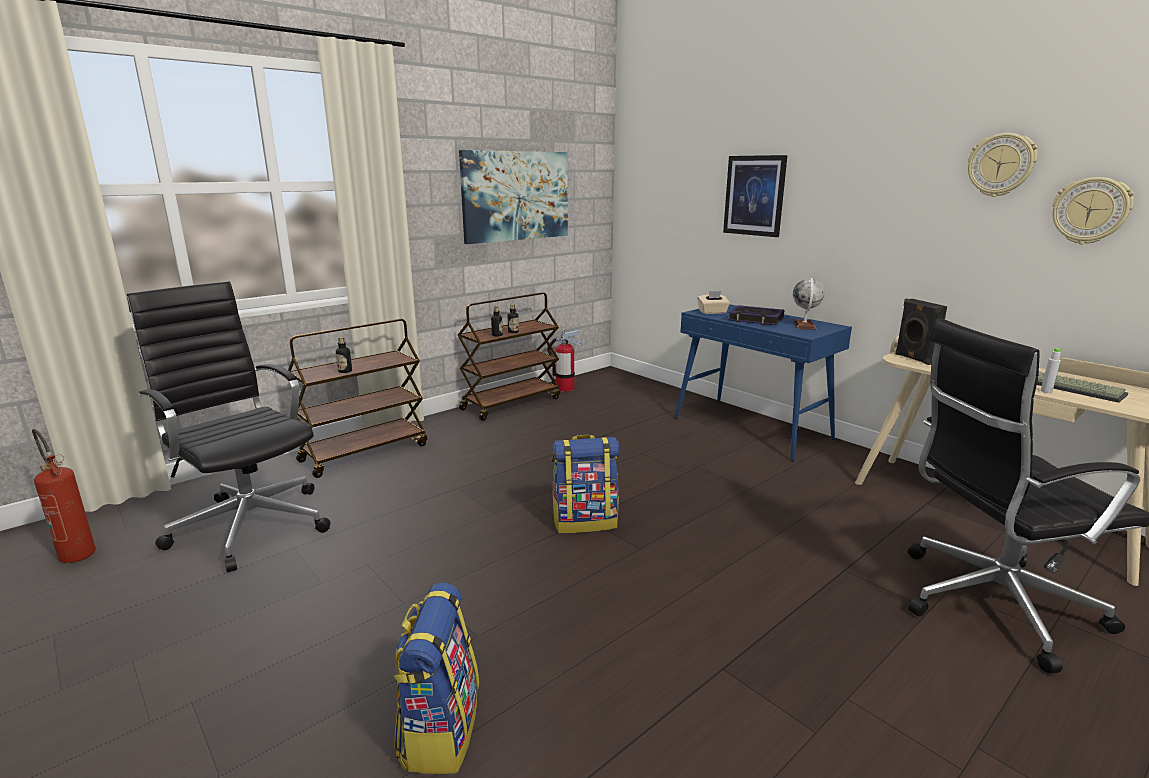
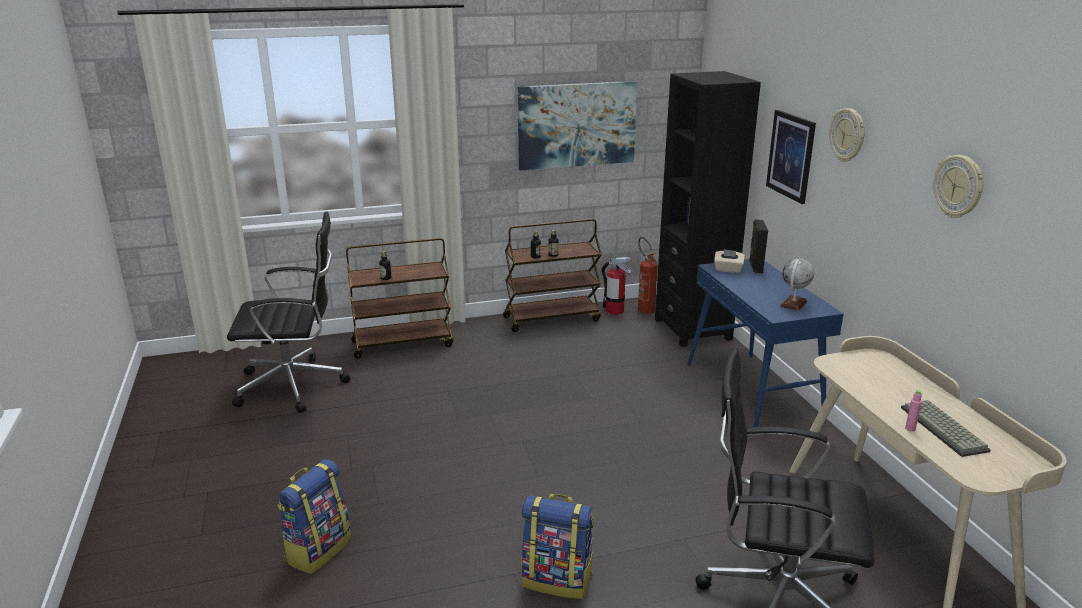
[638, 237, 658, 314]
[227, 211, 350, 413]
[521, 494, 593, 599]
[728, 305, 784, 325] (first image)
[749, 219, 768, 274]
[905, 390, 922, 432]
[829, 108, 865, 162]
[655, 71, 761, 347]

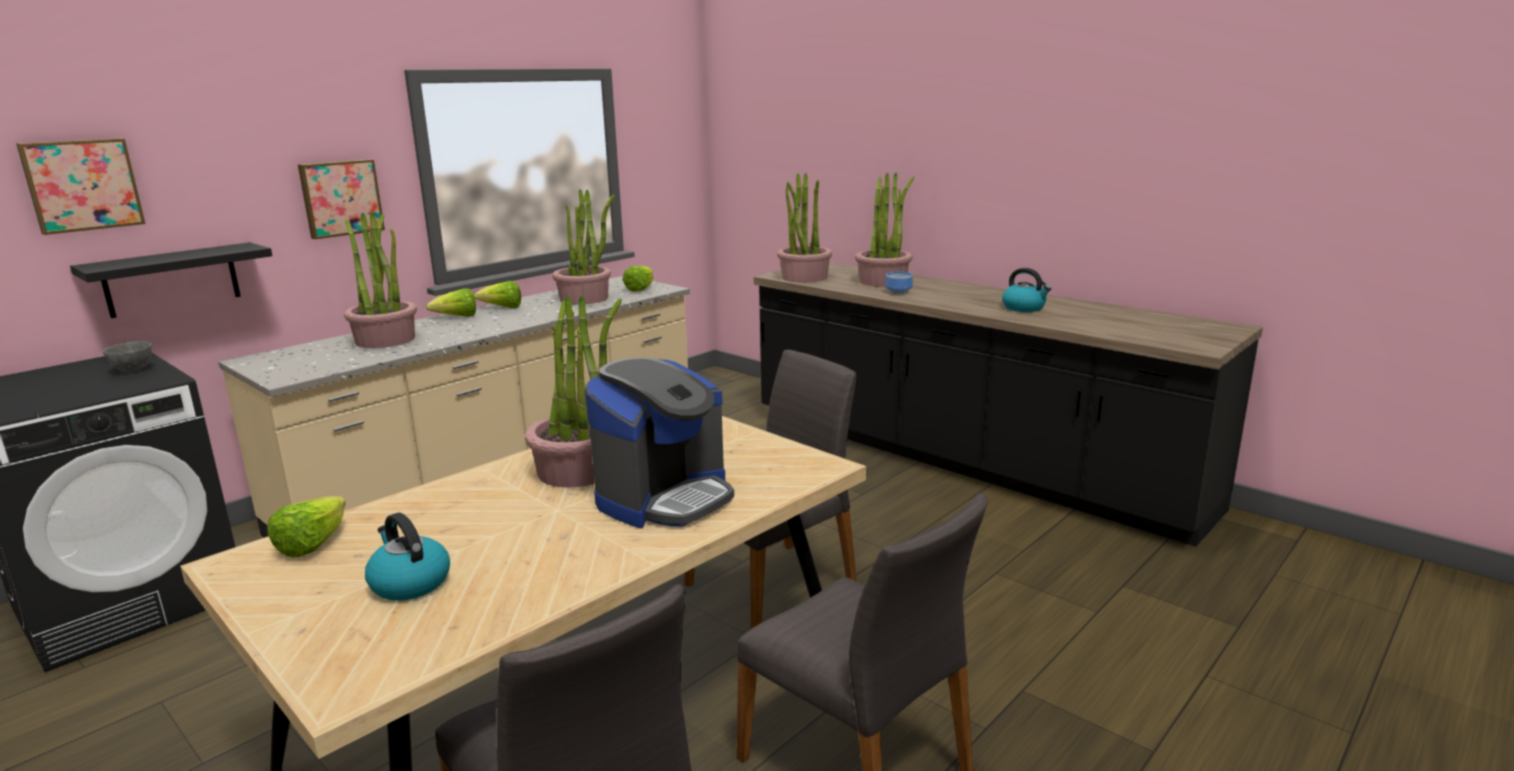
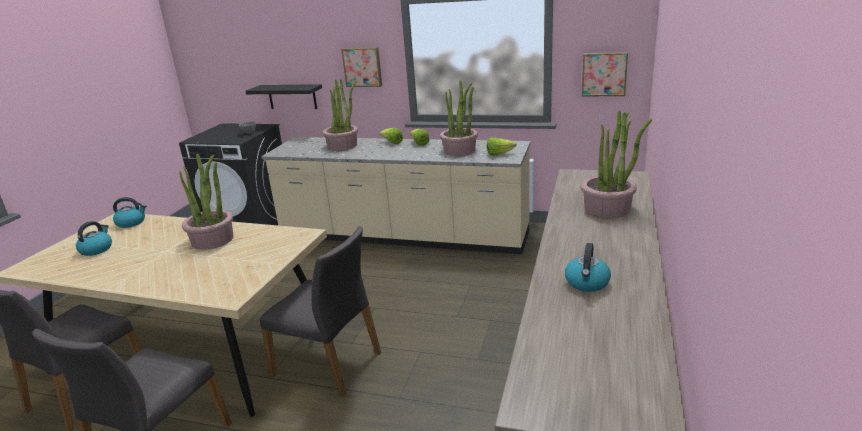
[582, 52, 628, 96]
[113, 197, 146, 228]
[585, 357, 734, 528] (first image)
[777, 173, 832, 282] (first image)
[885, 272, 912, 294] (first image)

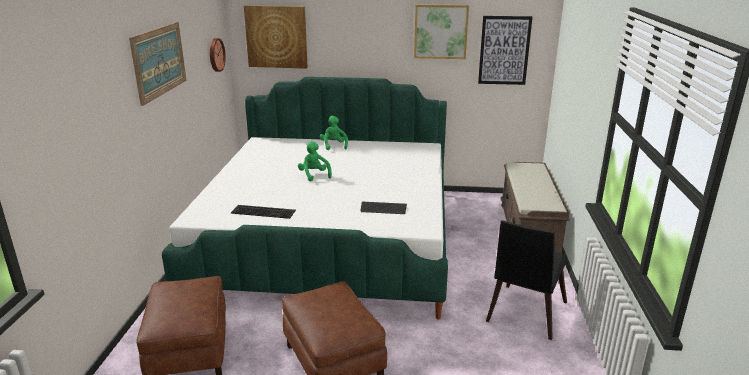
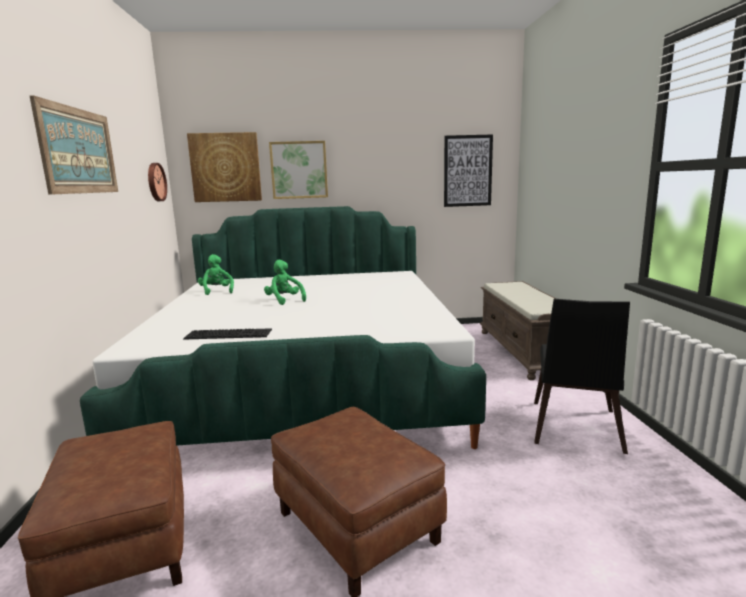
[198, 254, 234, 295]
[361, 202, 407, 214] (first image)
[269, 141, 328, 199]

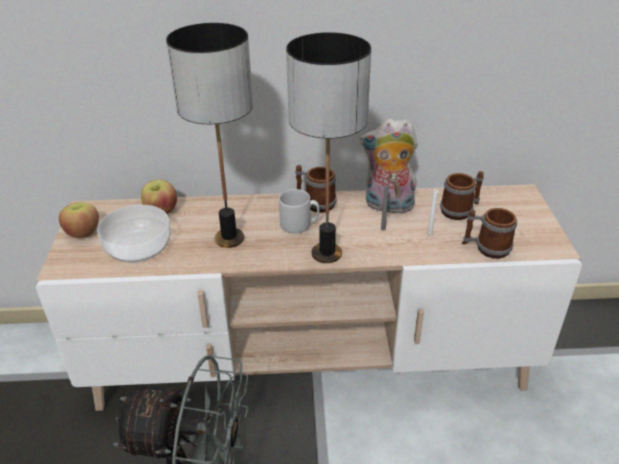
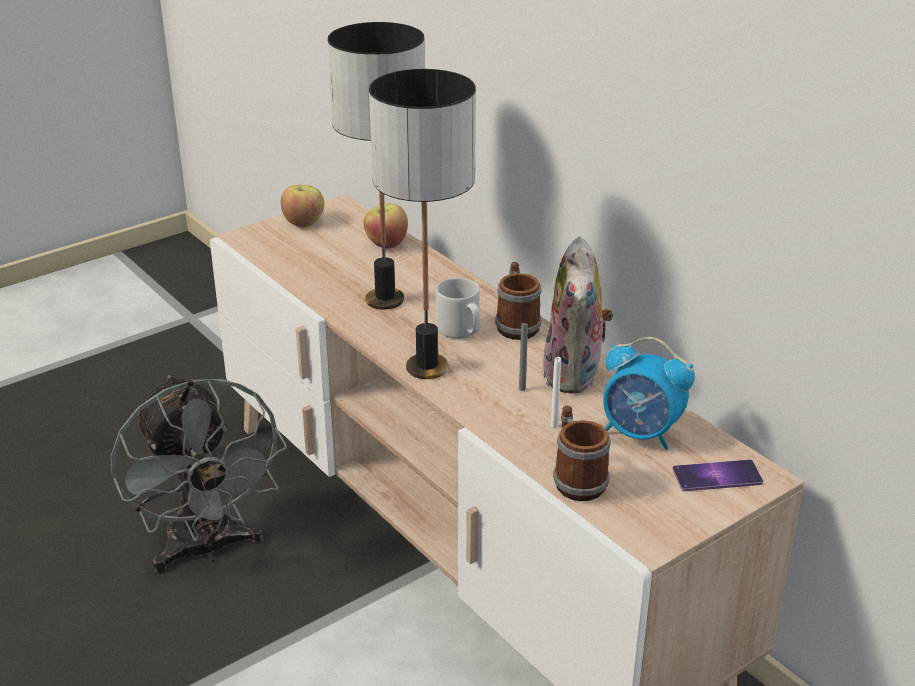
[97, 205, 171, 263] (first image)
[542, 236, 614, 394]
[603, 337, 695, 450]
[672, 459, 763, 491]

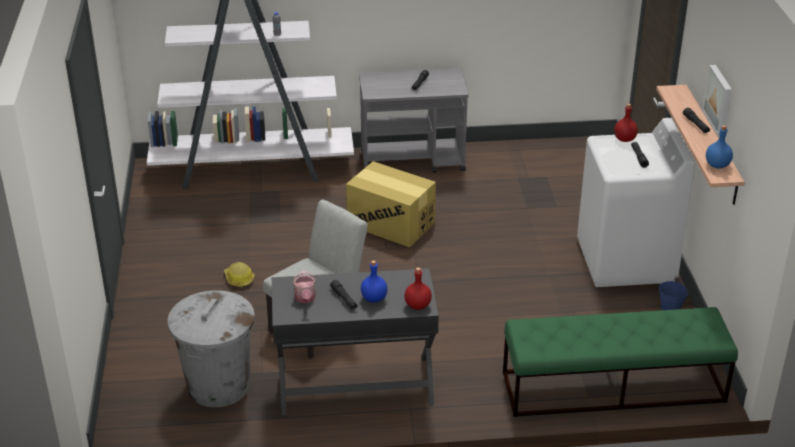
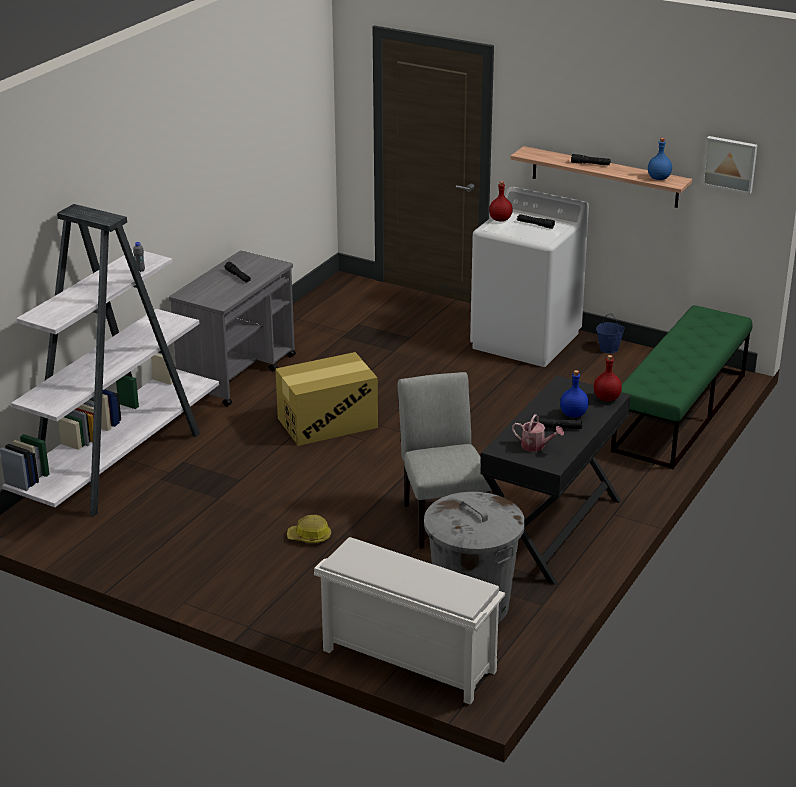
[702, 136, 757, 194]
[314, 537, 505, 705]

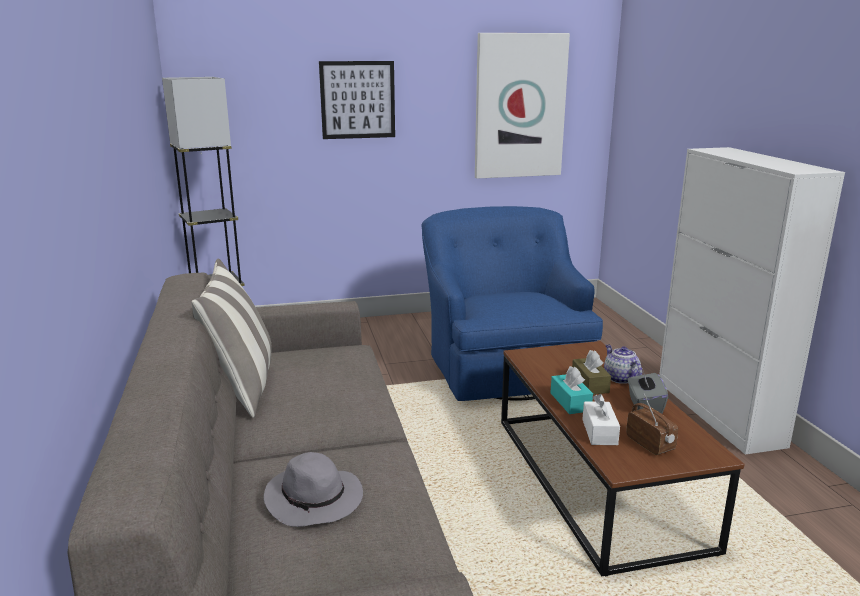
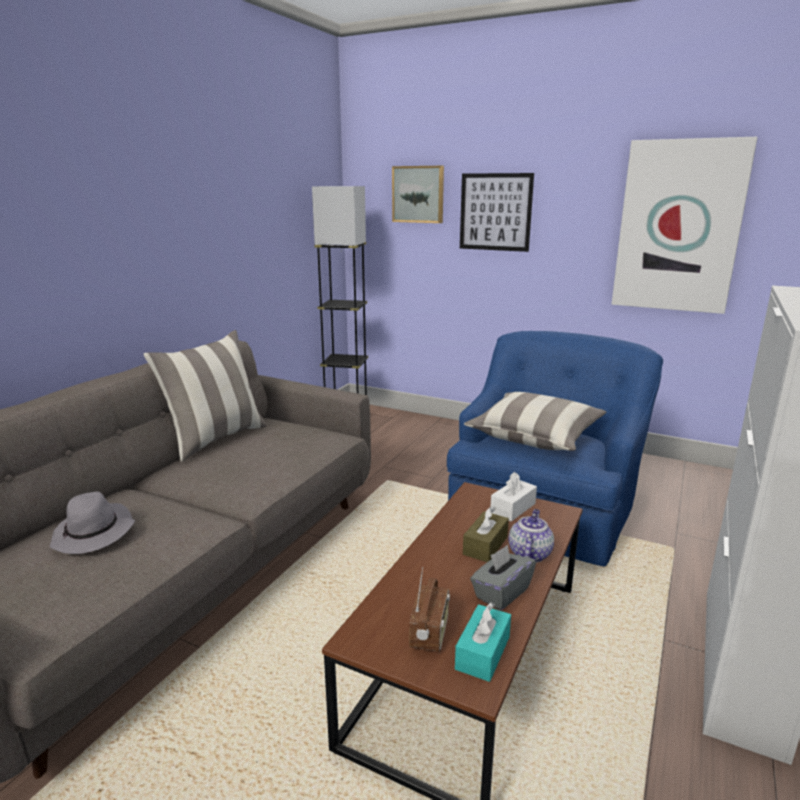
[455, 602, 511, 682]
[490, 472, 537, 521]
[392, 166, 444, 223]
[464, 392, 607, 451]

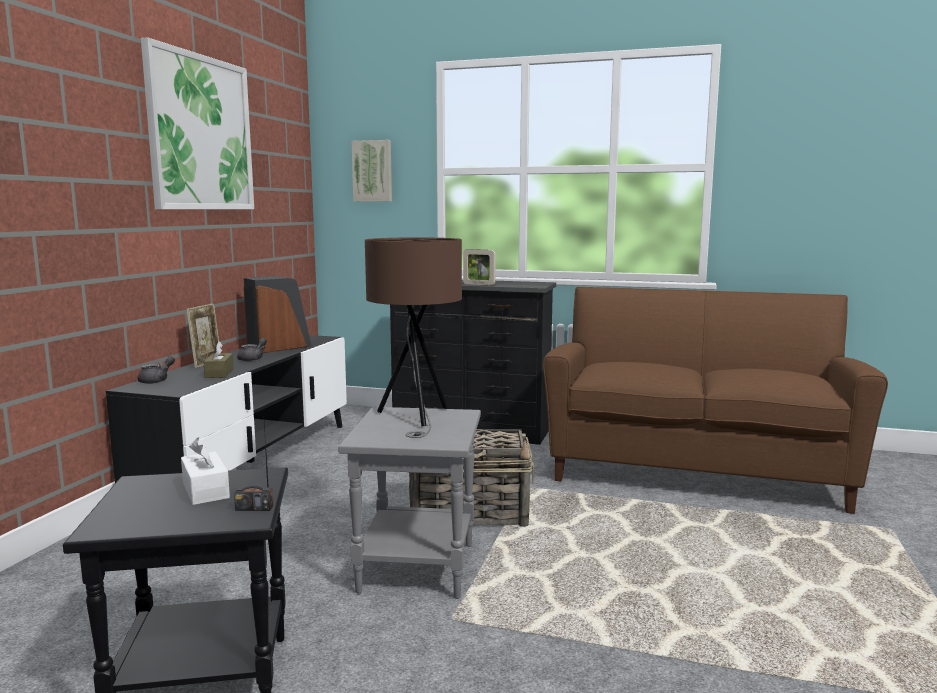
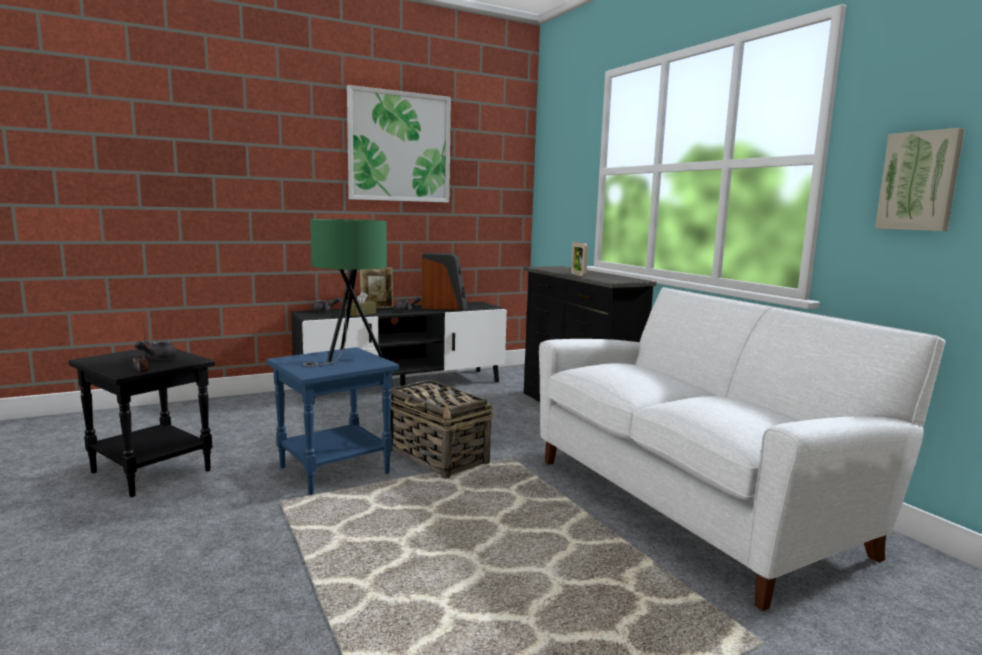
[135, 340, 177, 360]
[266, 347, 399, 495]
[875, 128, 965, 231]
[303, 219, 387, 367]
[539, 287, 946, 611]

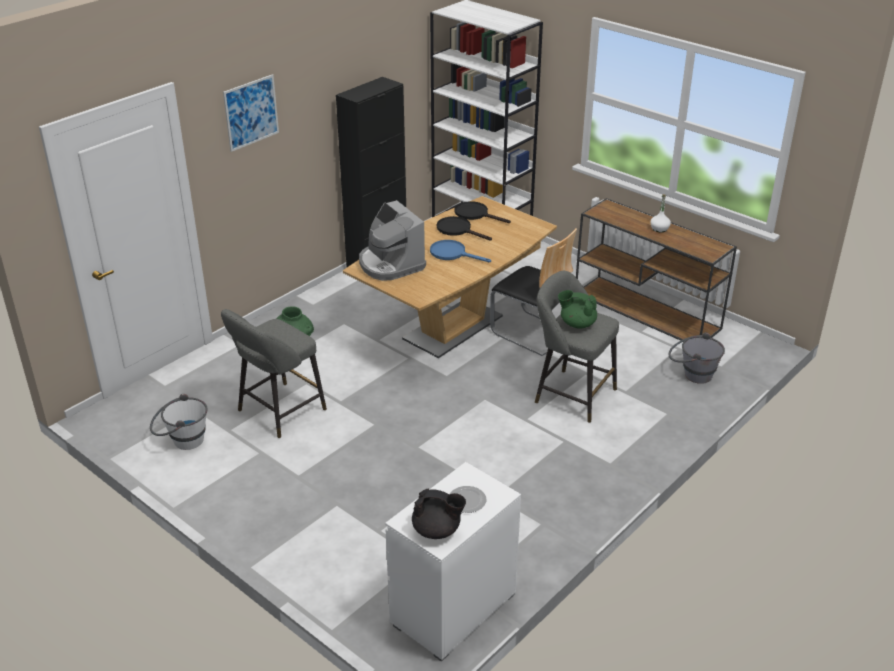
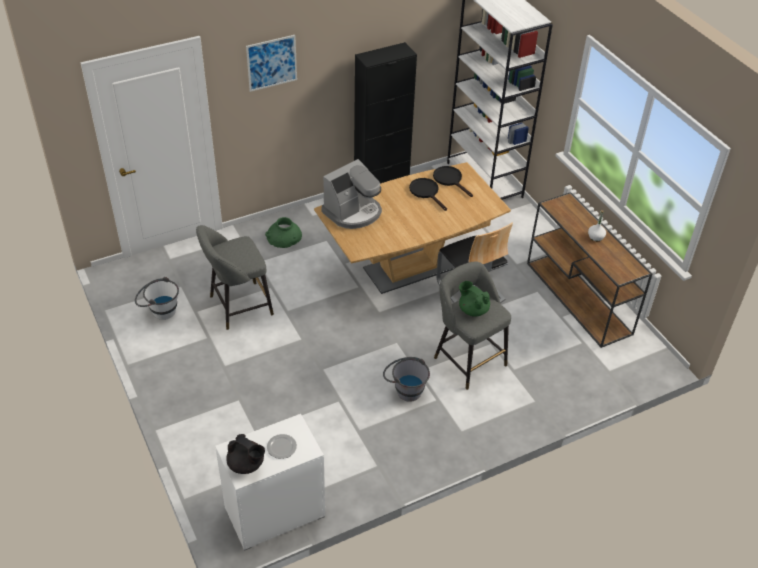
[321, 159, 382, 229]
[430, 240, 491, 262] (first image)
[383, 357, 430, 402]

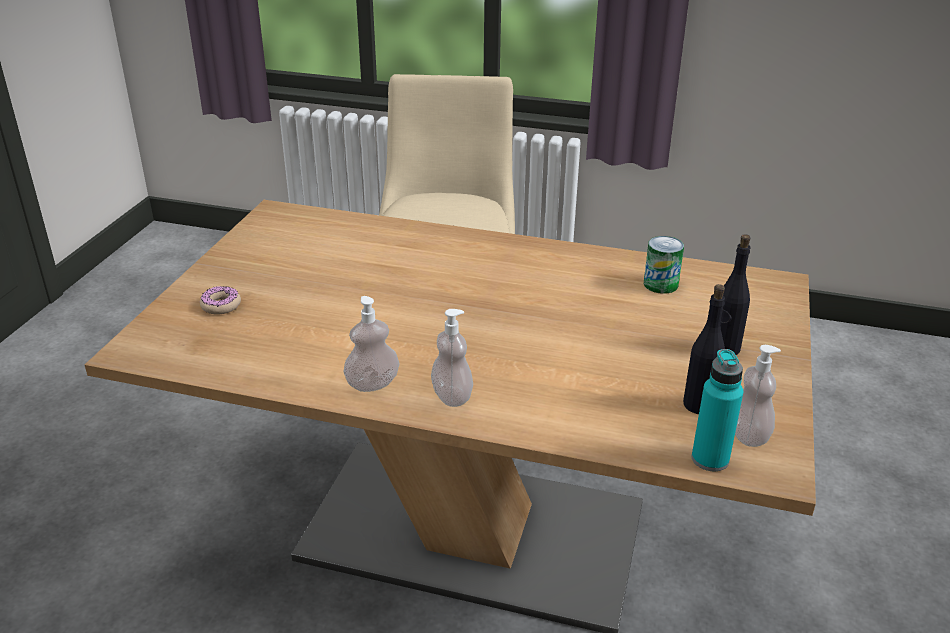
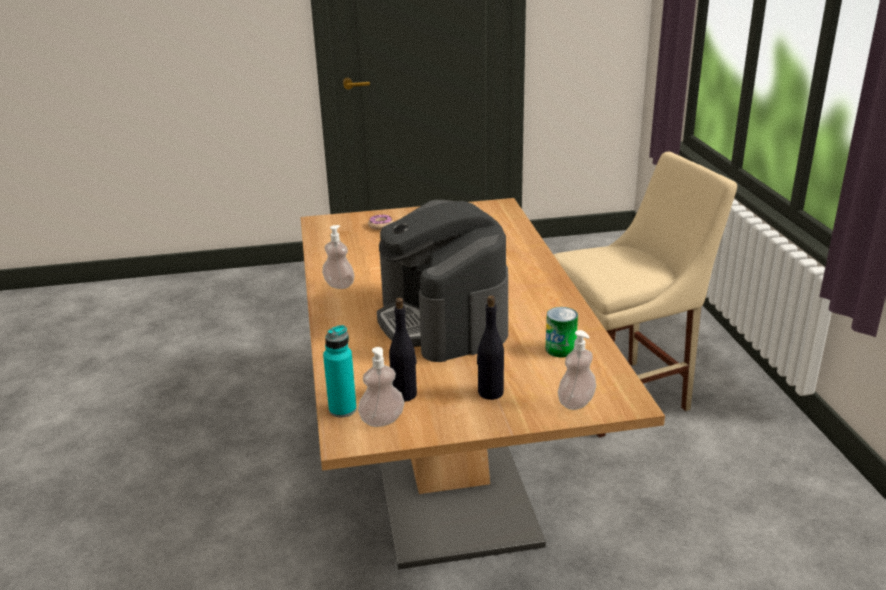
[558, 330, 596, 410]
[377, 200, 508, 362]

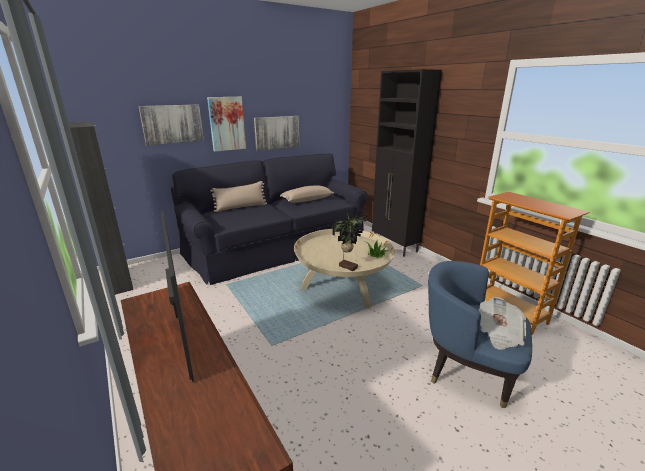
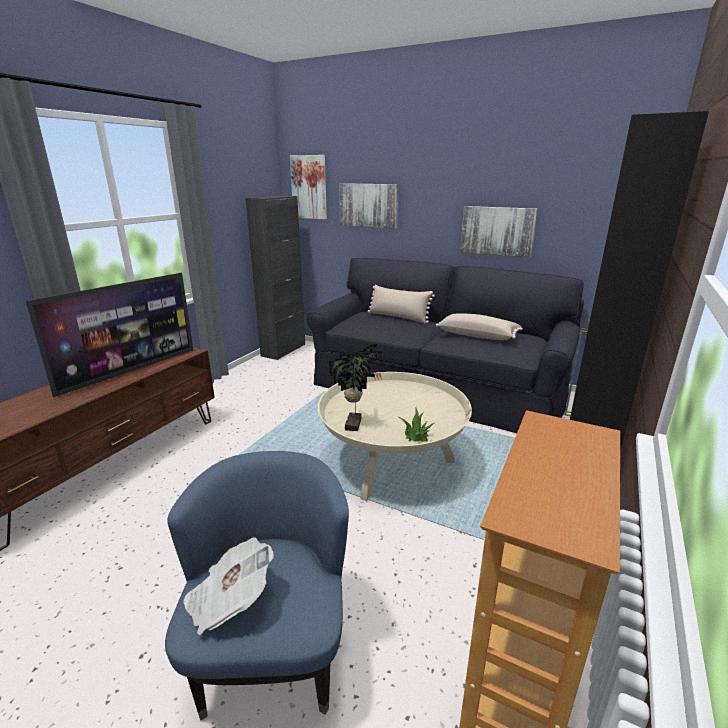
[290, 155, 327, 219]

